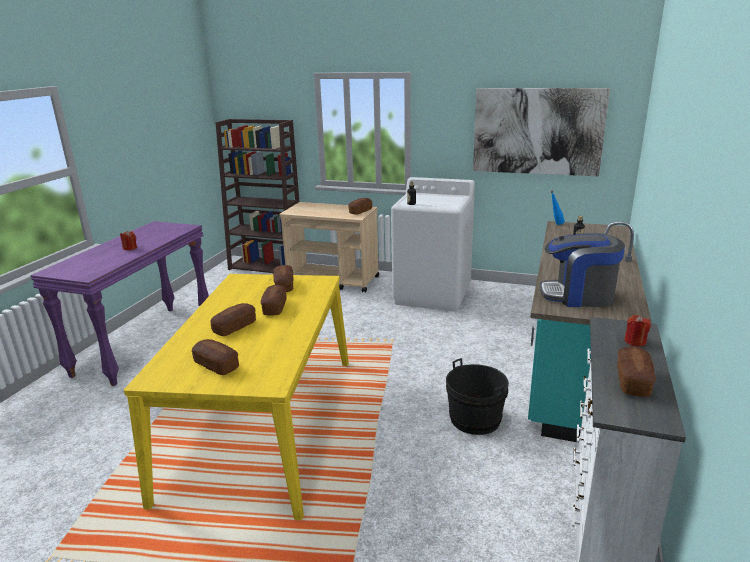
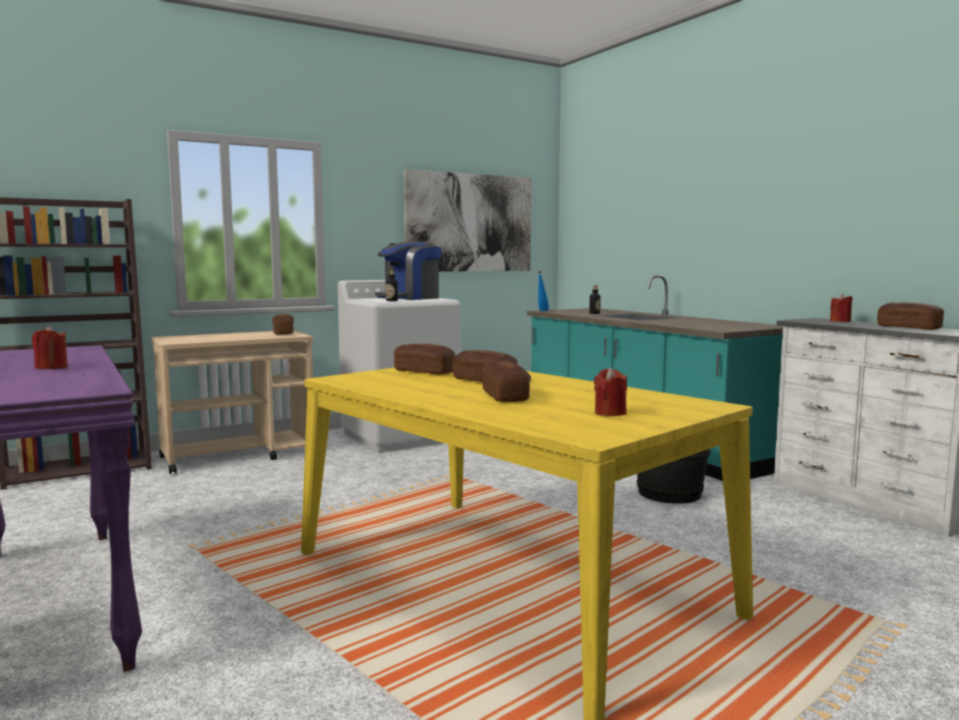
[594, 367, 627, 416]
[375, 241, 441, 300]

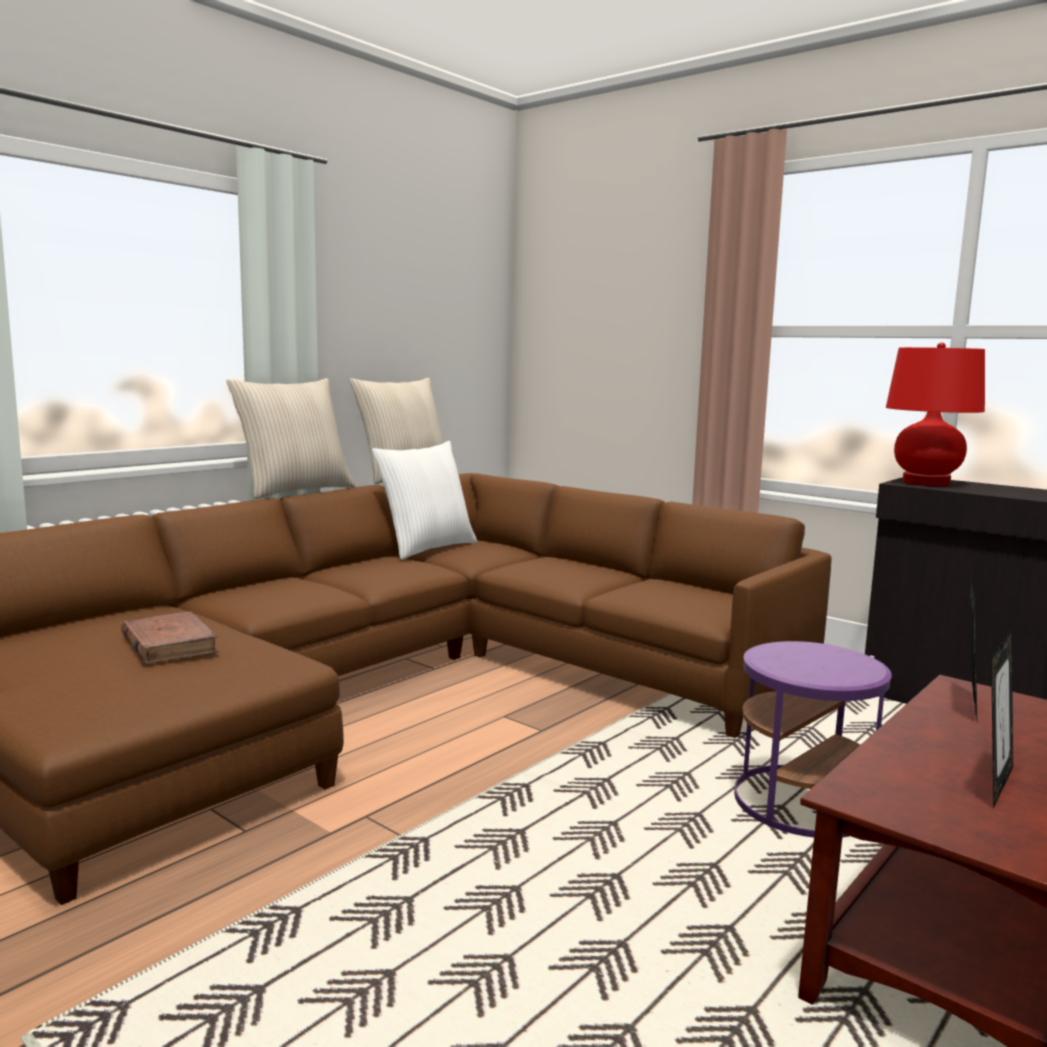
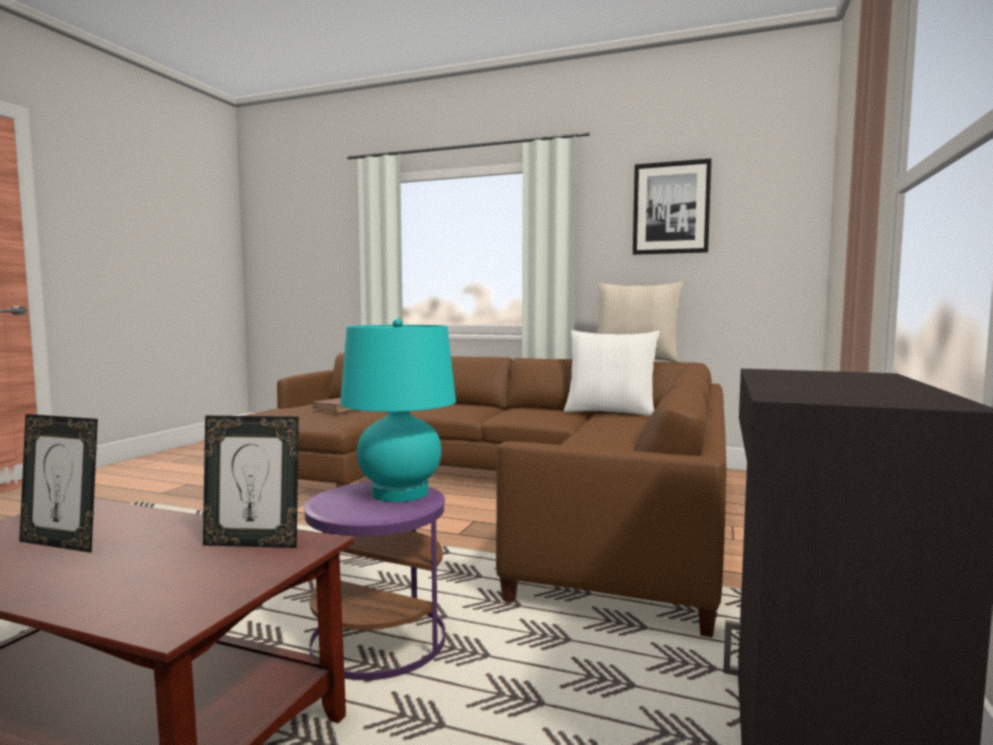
[227, 378, 355, 499] (first image)
[886, 342, 985, 486] (first image)
[340, 319, 456, 502]
[633, 158, 711, 255]

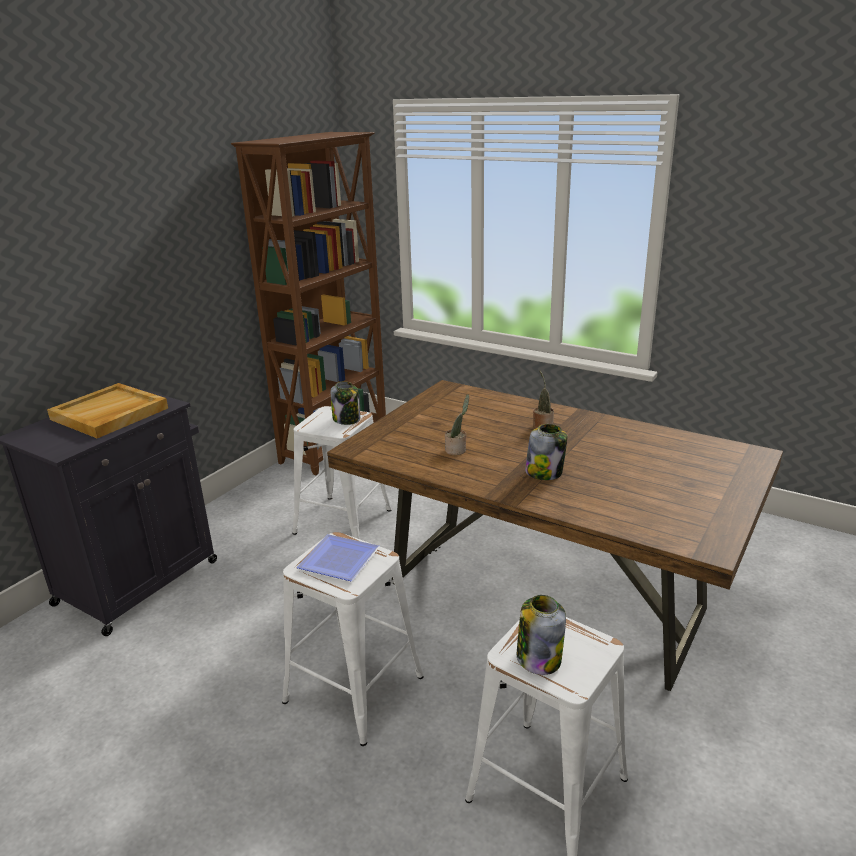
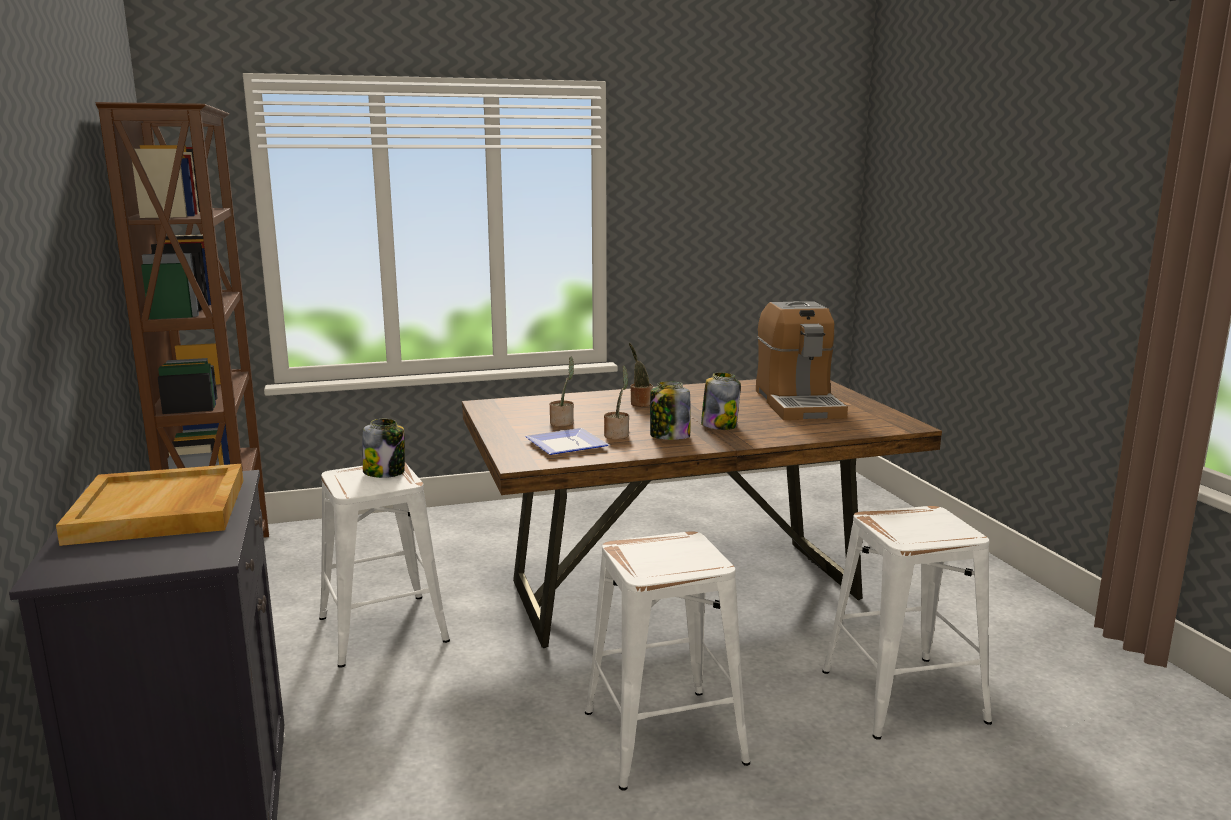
[525, 428, 609, 455]
[650, 381, 690, 440]
[550, 356, 574, 427]
[756, 301, 848, 420]

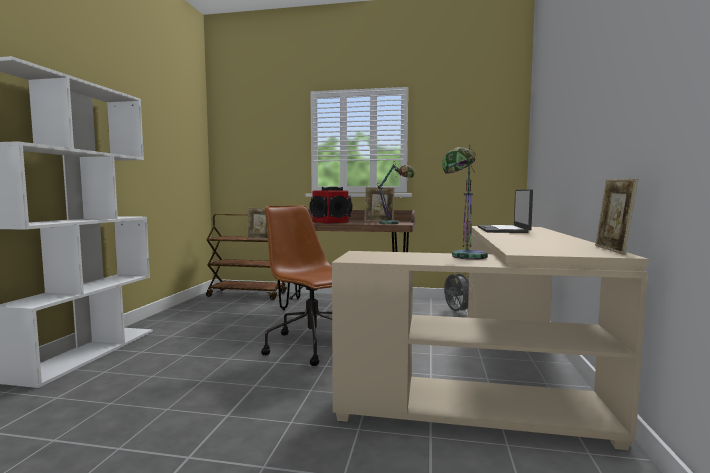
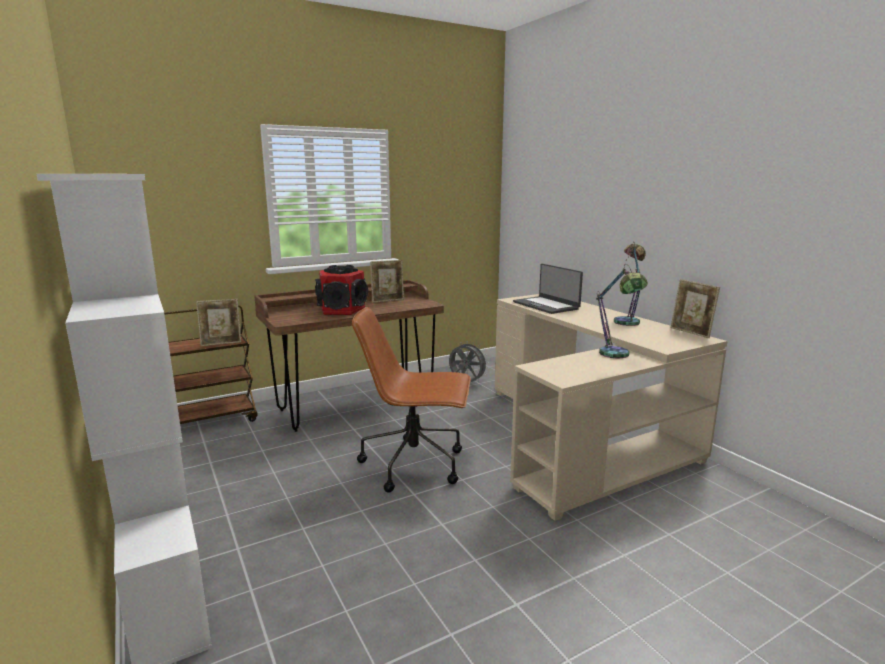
[614, 242, 646, 326]

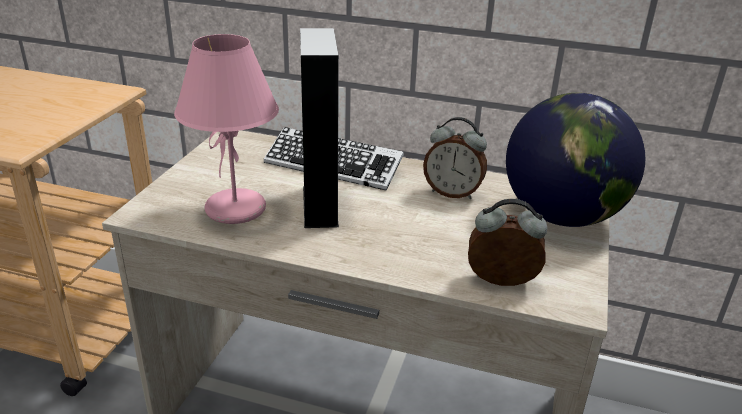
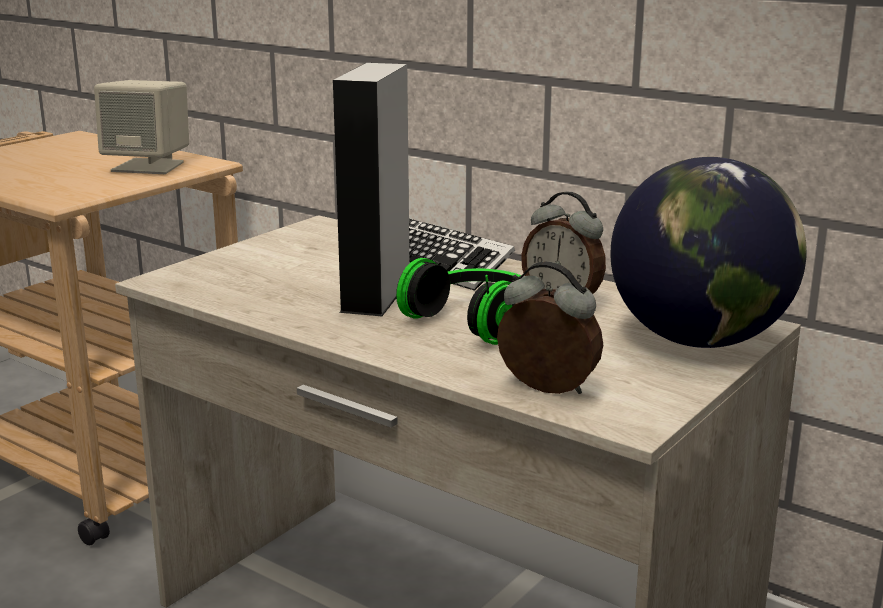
[174, 34, 279, 224] (first image)
[94, 80, 189, 174]
[396, 258, 521, 345]

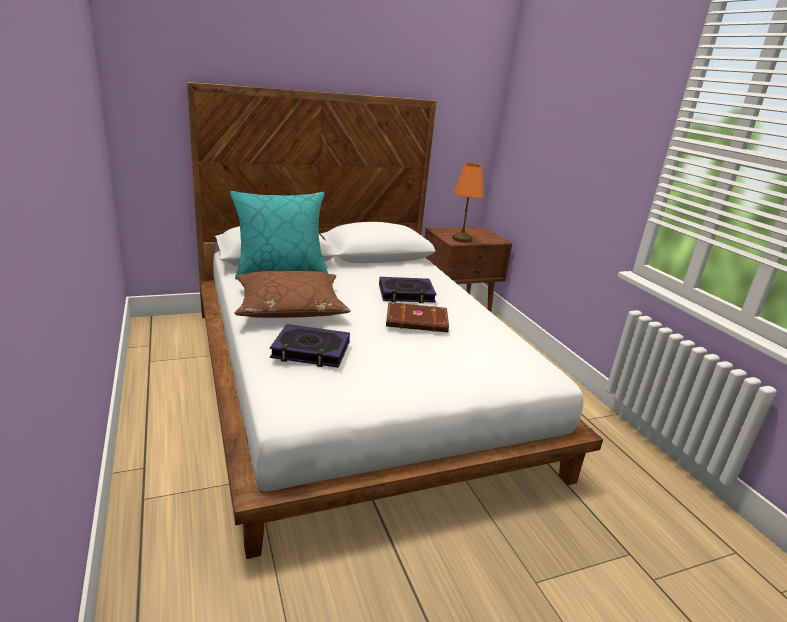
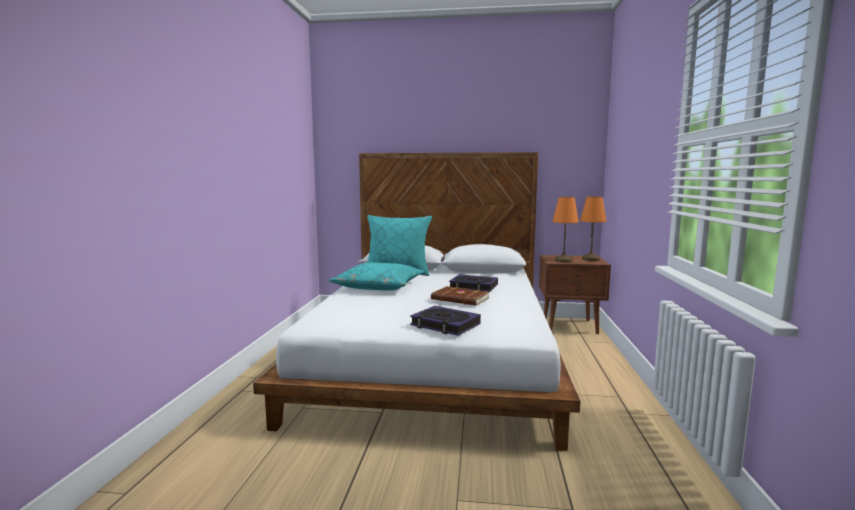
[329, 263, 424, 291]
[410, 306, 481, 336]
[580, 197, 607, 261]

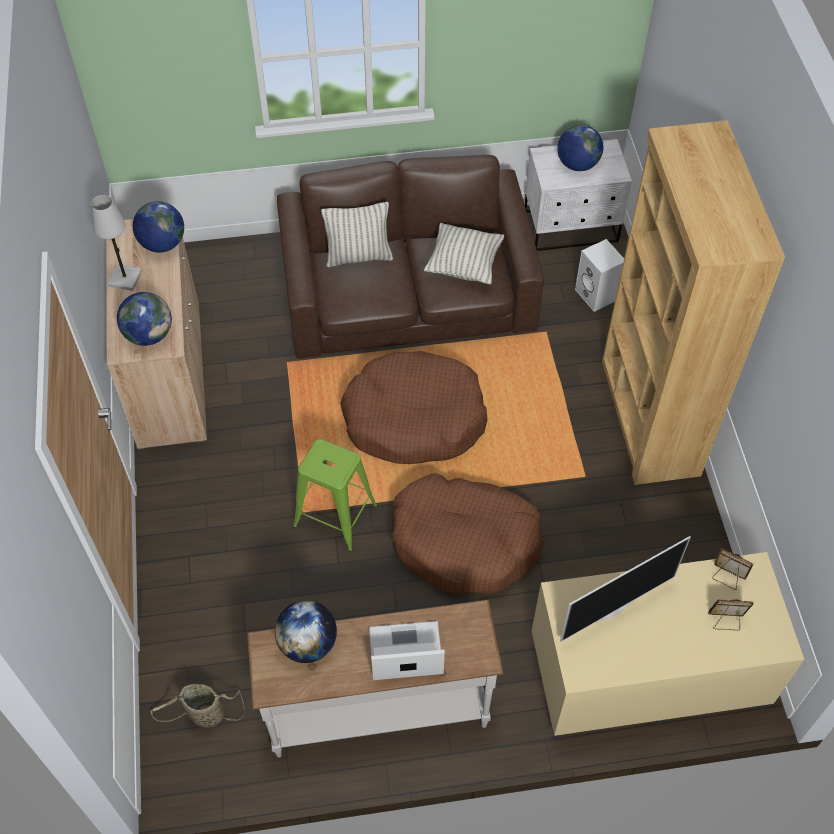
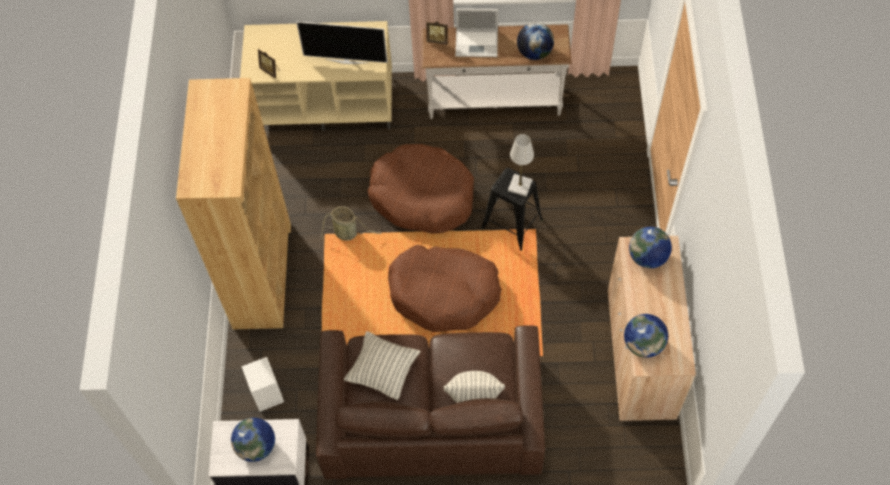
[508, 134, 534, 197]
[321, 206, 381, 241]
[481, 168, 543, 251]
[296, 21, 388, 64]
[426, 21, 448, 45]

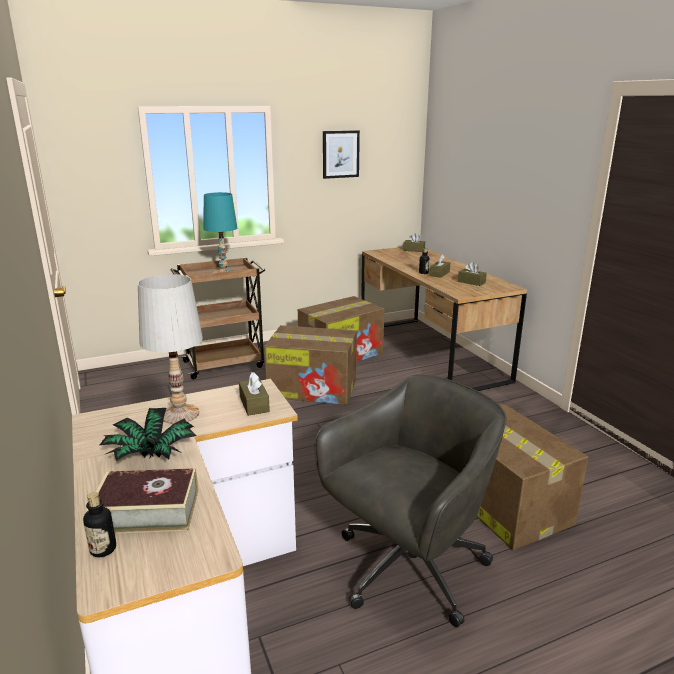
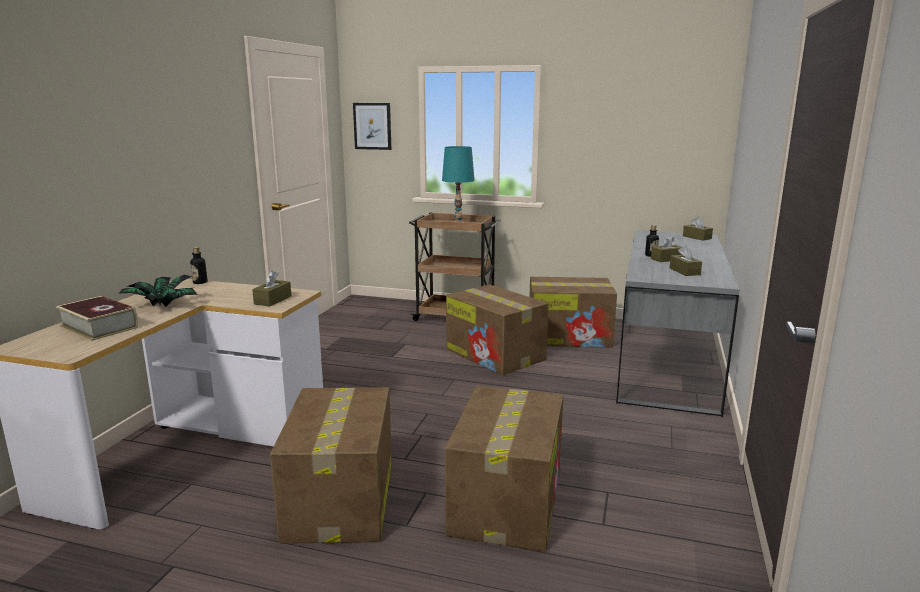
[190, 247, 207, 284]
[138, 274, 203, 424] (first image)
[270, 387, 392, 544]
[353, 103, 391, 150]
[616, 230, 740, 417]

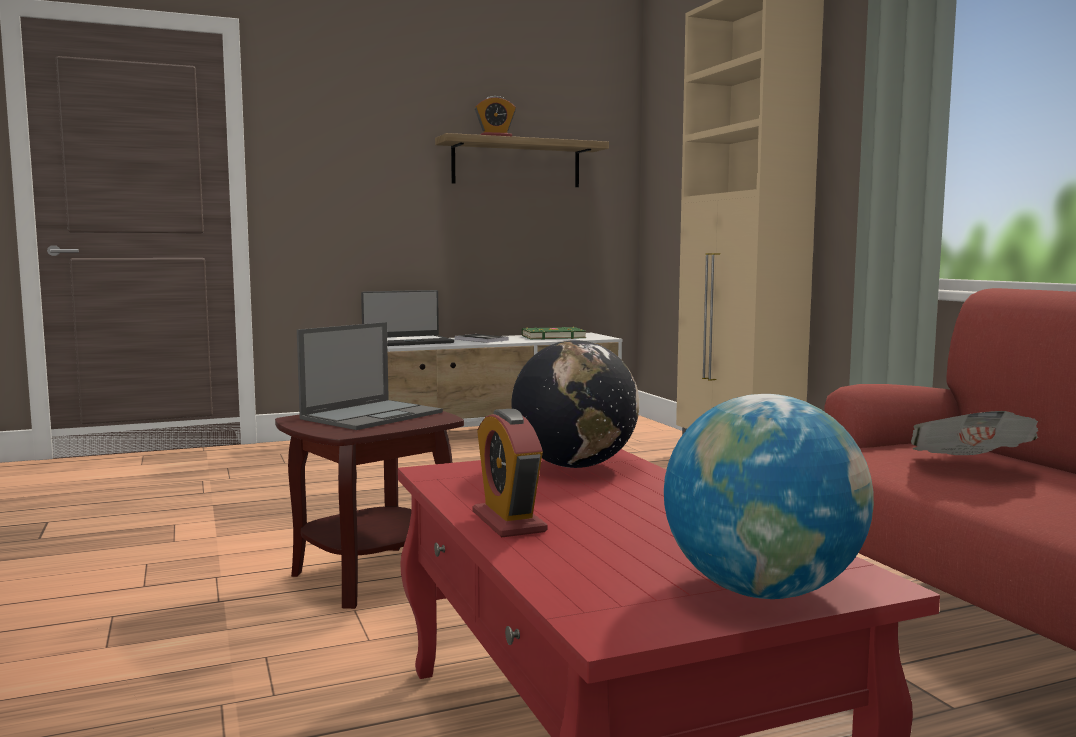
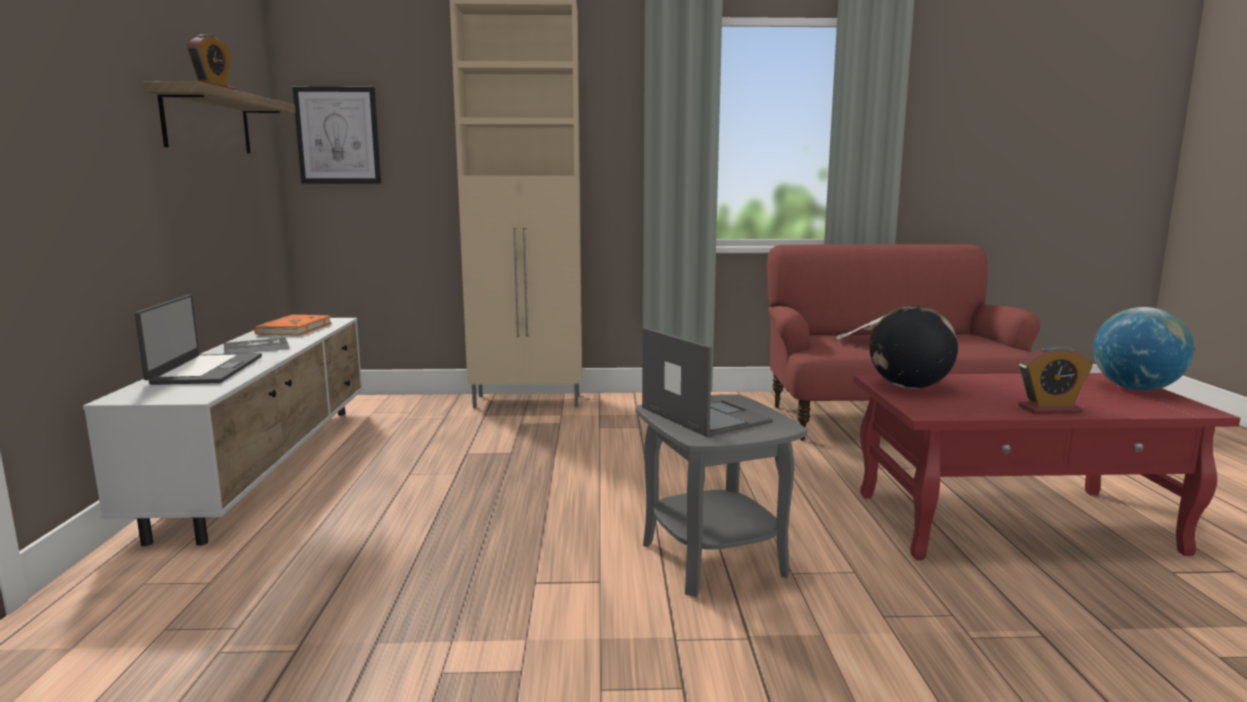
[635, 394, 807, 597]
[254, 314, 332, 336]
[293, 86, 381, 184]

